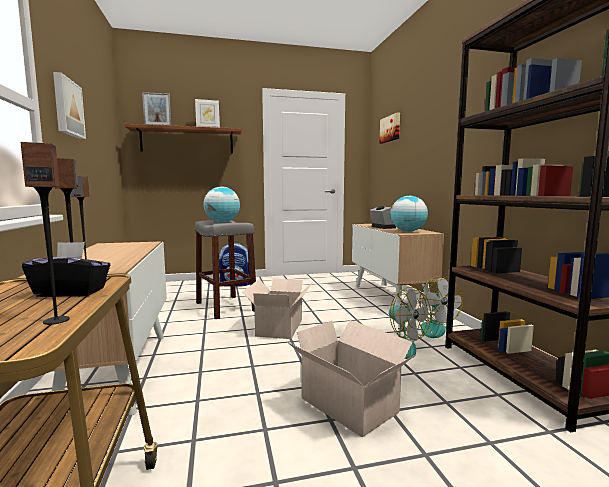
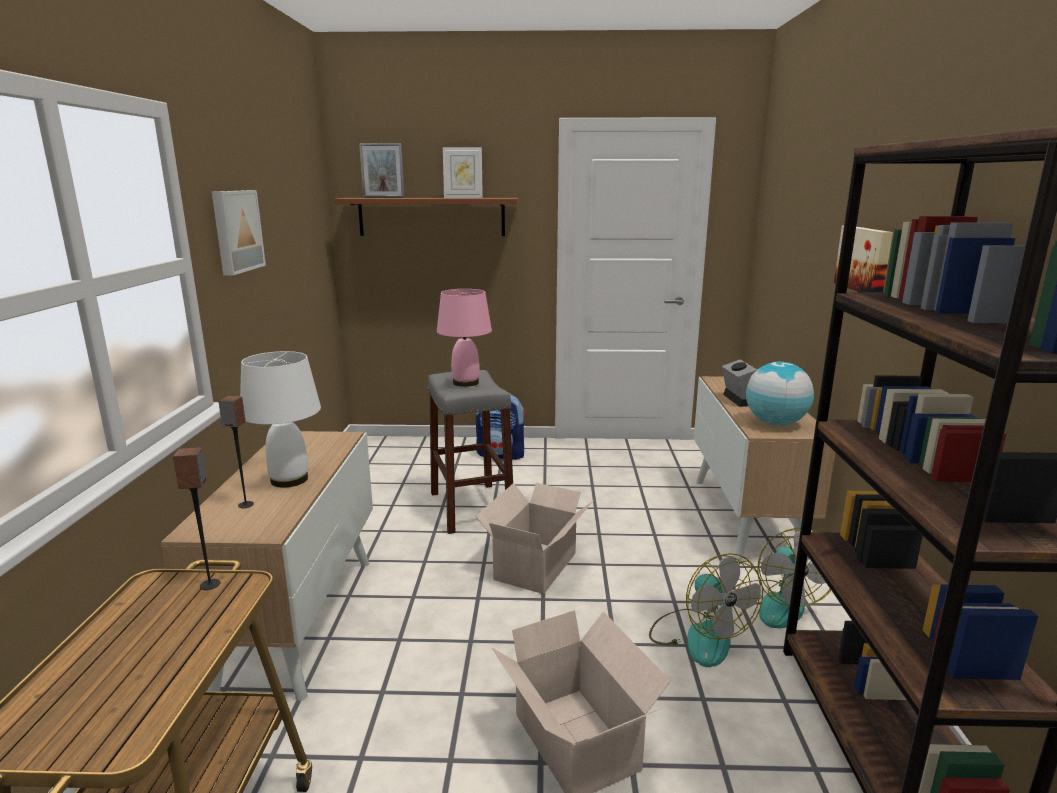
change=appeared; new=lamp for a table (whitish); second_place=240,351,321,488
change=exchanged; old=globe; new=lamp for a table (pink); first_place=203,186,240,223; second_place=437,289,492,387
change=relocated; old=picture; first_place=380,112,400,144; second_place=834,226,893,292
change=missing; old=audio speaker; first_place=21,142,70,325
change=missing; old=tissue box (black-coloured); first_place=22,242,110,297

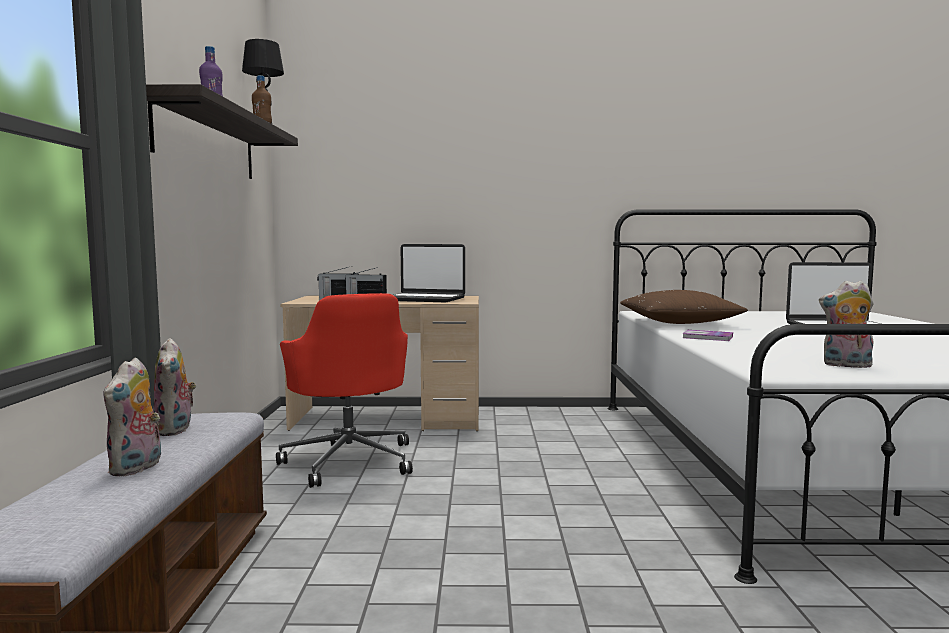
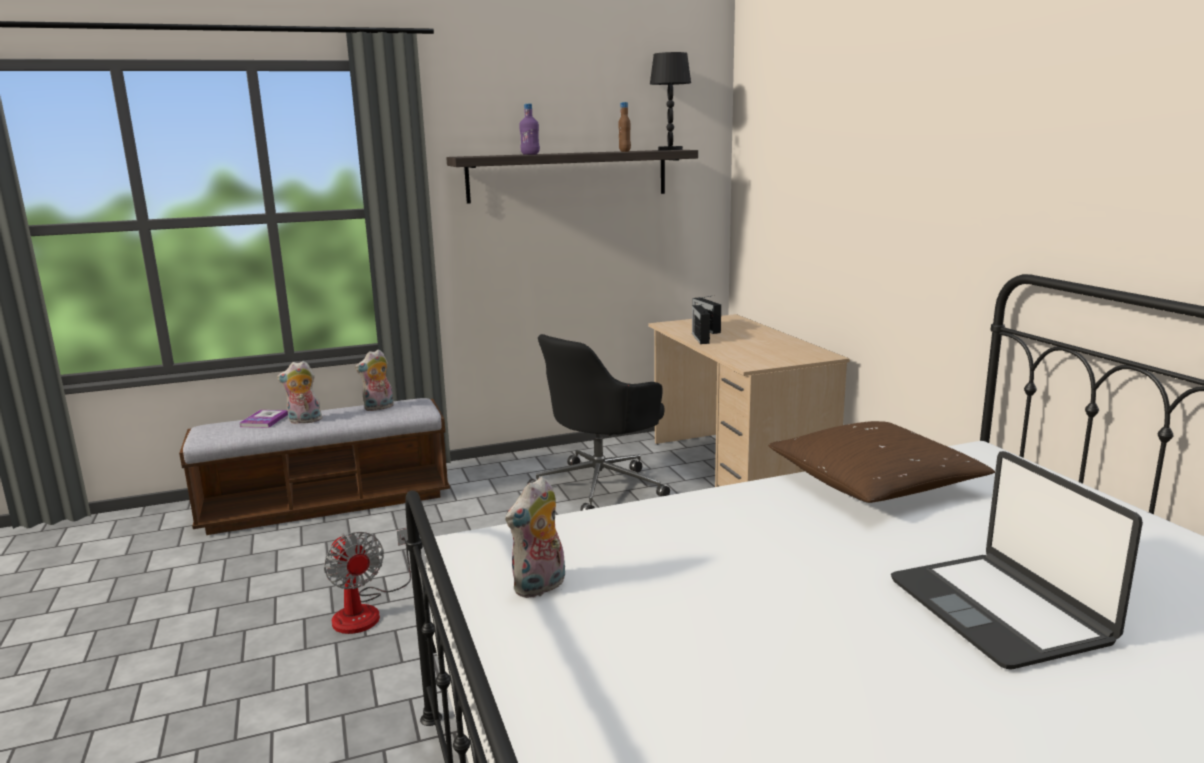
change=relocated; old=bound book; first_place=682,330,733,341; second_place=240,410,288,428
change=appeared; new=fan; second_place=324,528,411,634
change=spun; old=plush toy; first_place=819,281,874,369; second_place=505,477,565,598; degrees=-135
change=colour; old=office chair (reddish); new=office chair (black-coloured); first_place=276,293,413,488; second_place=527,334,670,511
change=missing; old=notebook computer; first_place=394,244,465,303

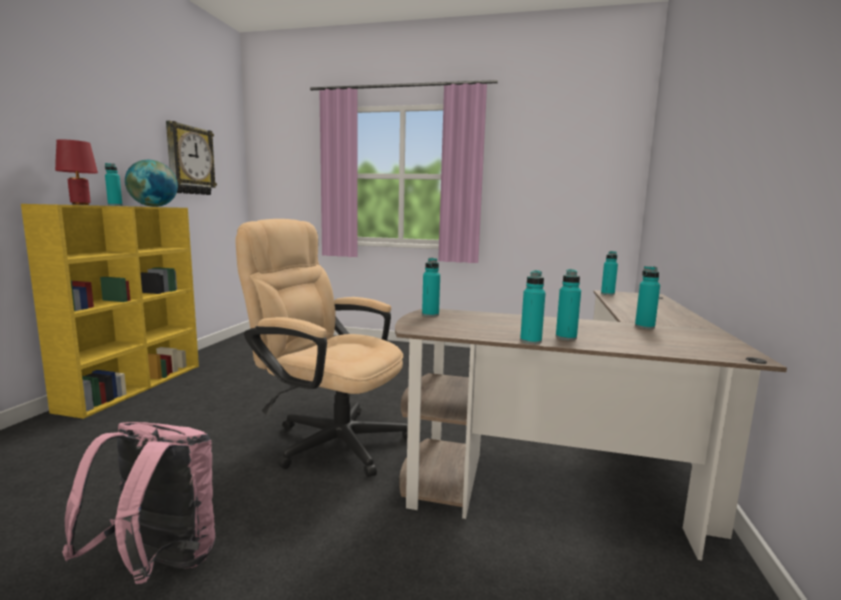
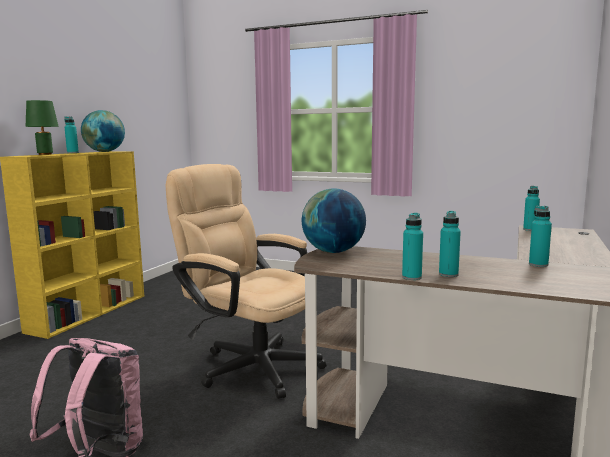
change=colour; old=lamp for a table (reddish); new=lamp for a table (greenish); first_place=55,139,98,205; second_place=26,100,59,155
change=exchanged; old=bottle (blue-green); new=globe; first_place=422,258,440,317; second_place=302,188,366,253
change=missing; old=hanging clock; first_place=166,121,217,195

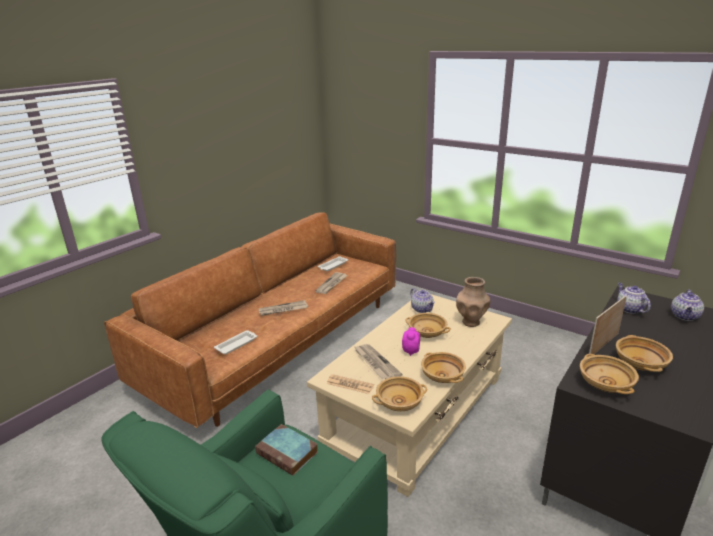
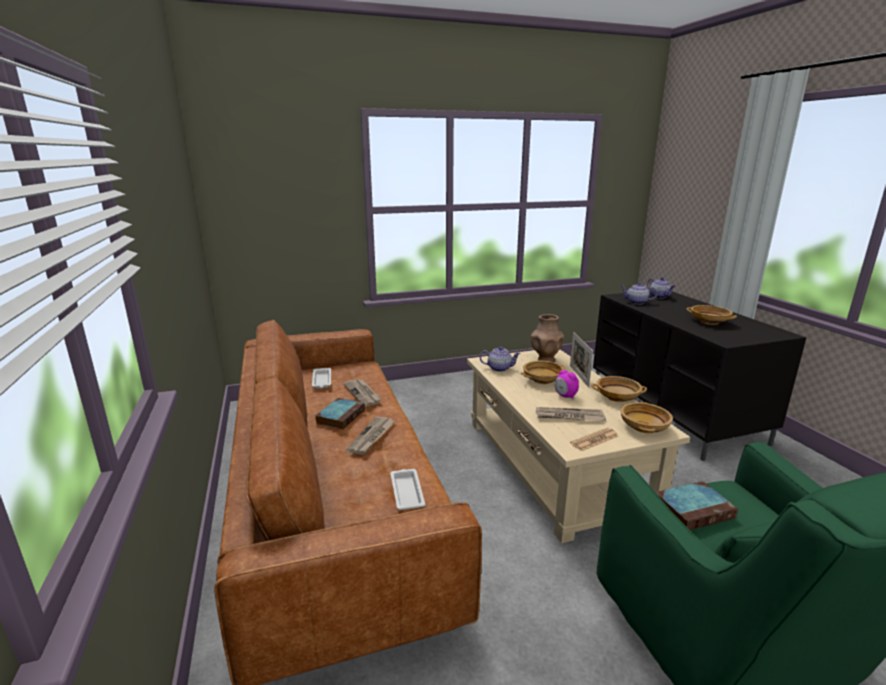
change=appeared; new=bound book; second_place=315,398,365,429
change=relocated; old=standing frame; first_place=589,295,627,354; second_place=570,332,593,387
change=missing; old=bowl (beige); first_place=580,354,639,394

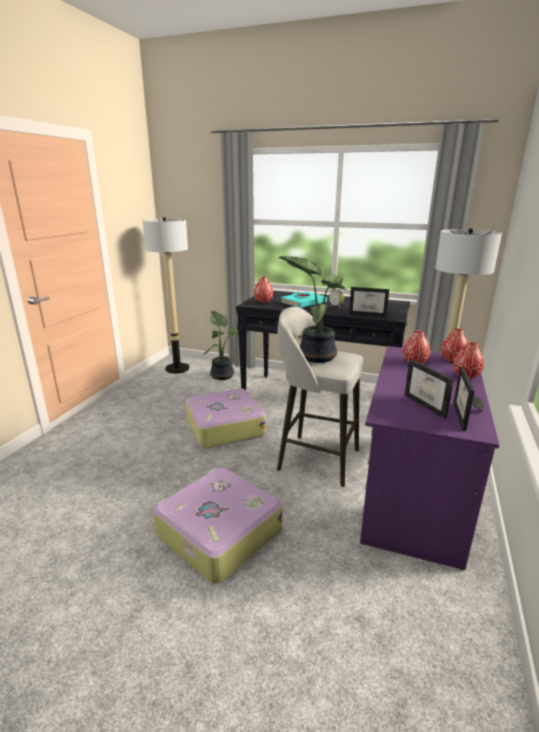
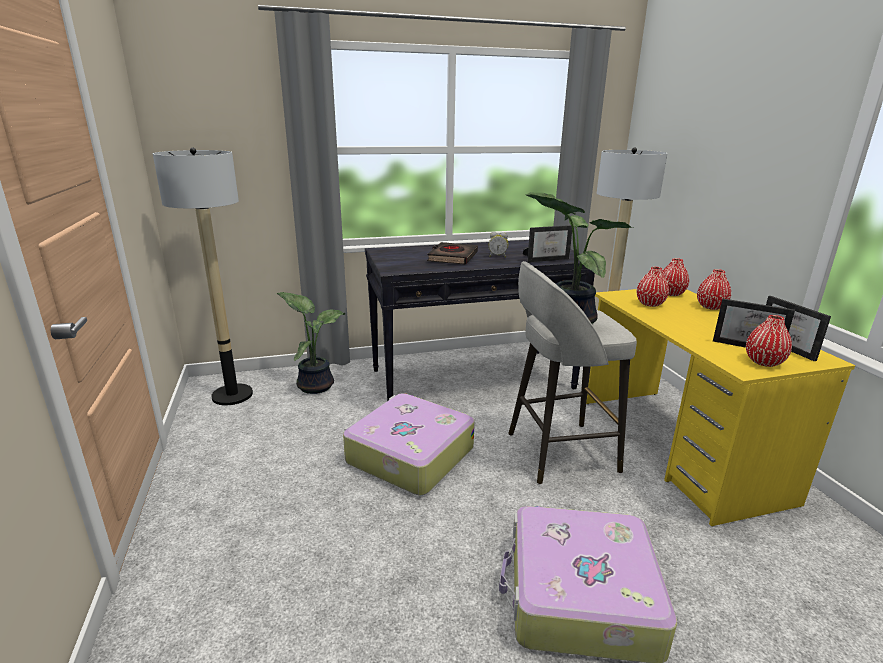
change=colour; old=bound book (blue-green); new=bound book (black-coloured); first_place=281,292,327,308; second_place=427,242,478,264
change=colour; old=desk unit (purplish); new=desk unit (yellowish); first_place=360,346,499,570; second_place=586,289,855,526
change=relocated; old=decorative vase (reddish); first_place=254,276,273,303; second_place=746,315,792,367

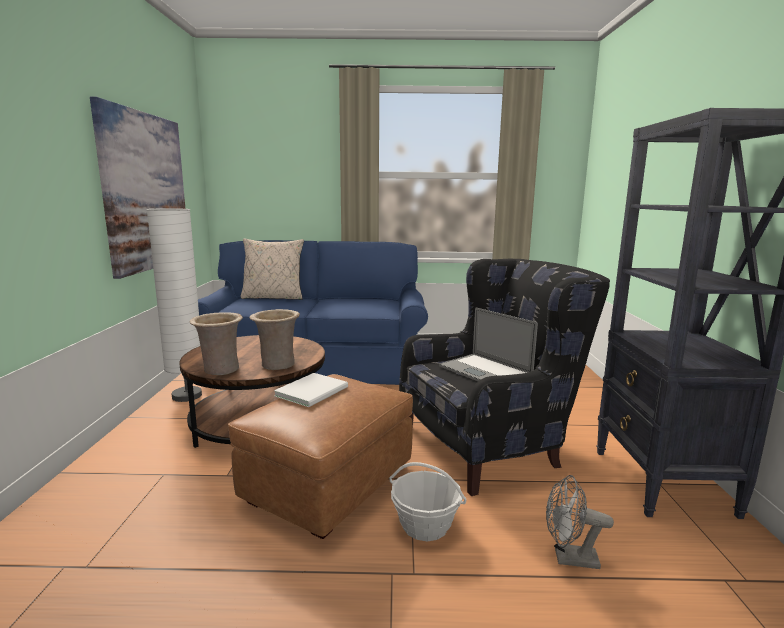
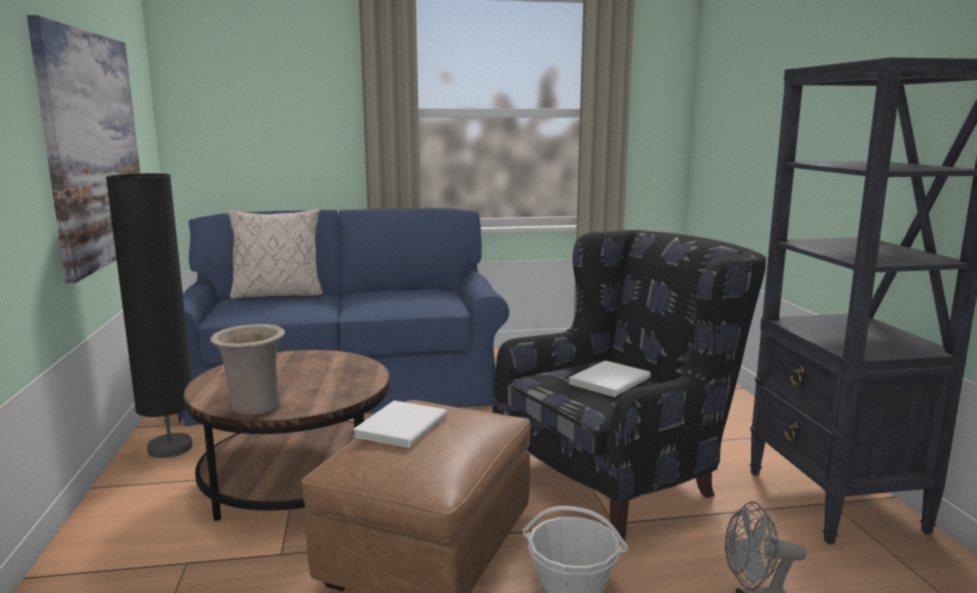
change=colour; old=standing lamp (whitish); new=standing lamp (black-coloured); first_place=147,208,202,402; second_place=106,173,192,458
change=exchanged; old=notebook computer; new=bound book (whitish); first_place=439,308,538,381; second_place=569,360,651,397
change=missing; old=decorative vase (beige); first_place=250,309,300,370

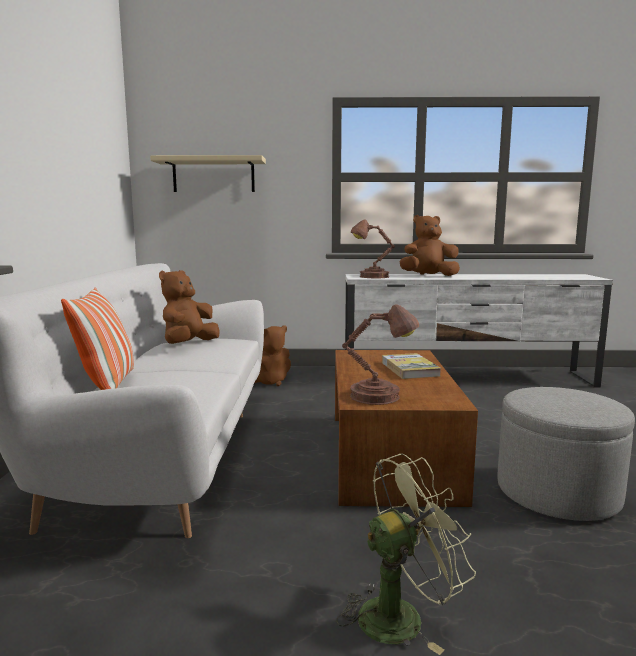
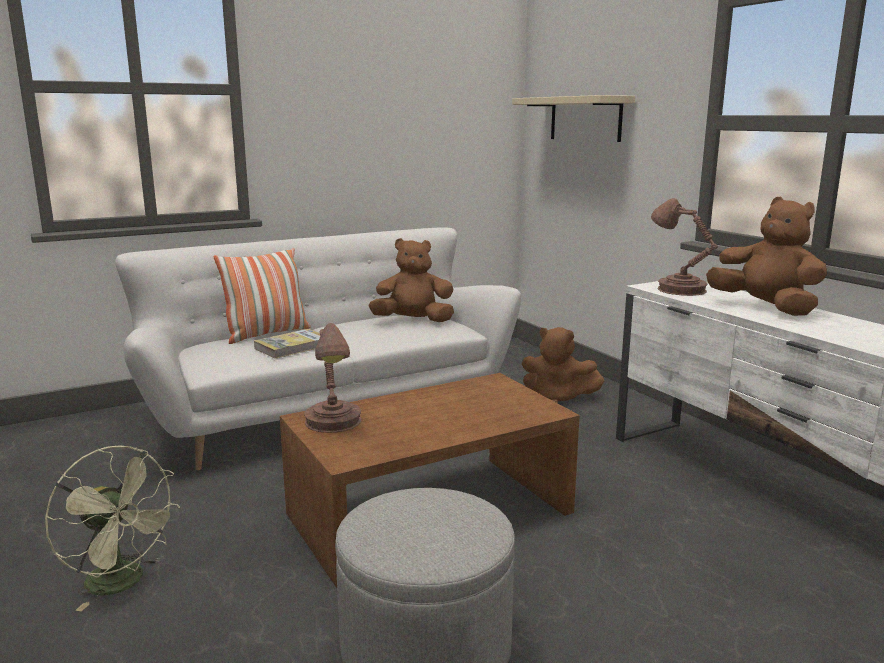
change=relocated; old=bound book; first_place=382,353,441,379; second_place=254,329,321,359

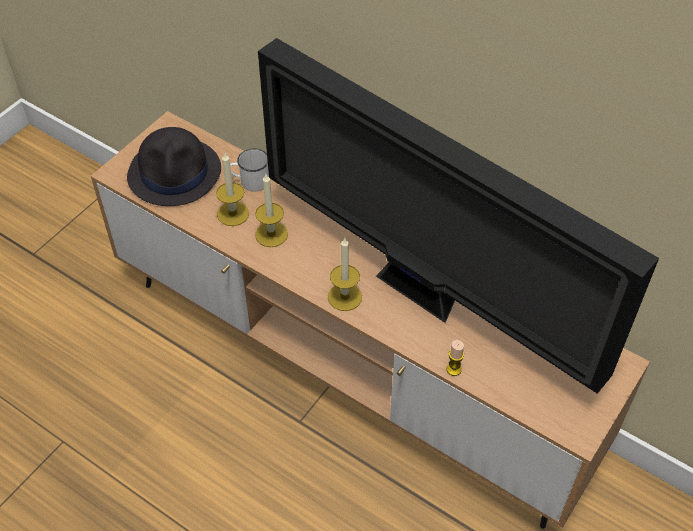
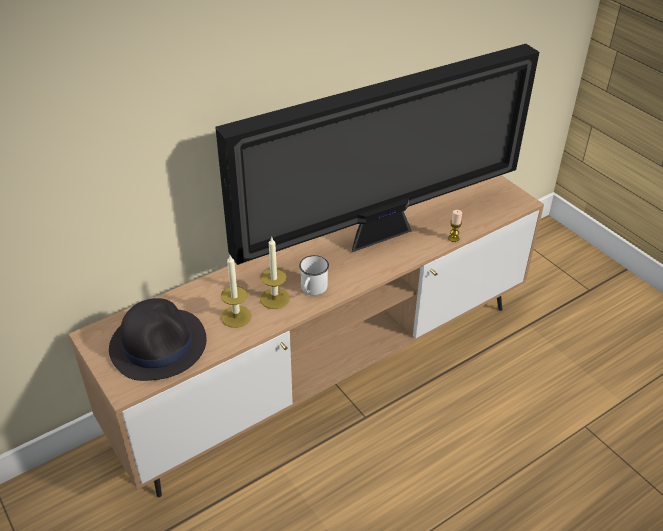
change=relocated; old=coffee mug (whitish); first_place=230,149,269,191; second_place=299,255,329,295
change=missing; old=wax light; first_place=328,238,362,311

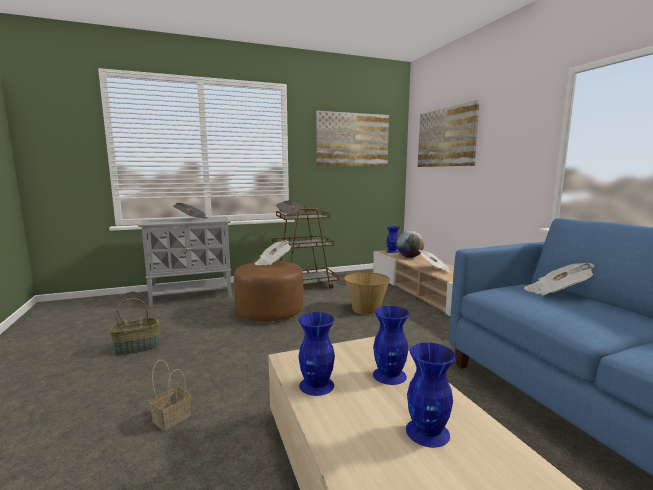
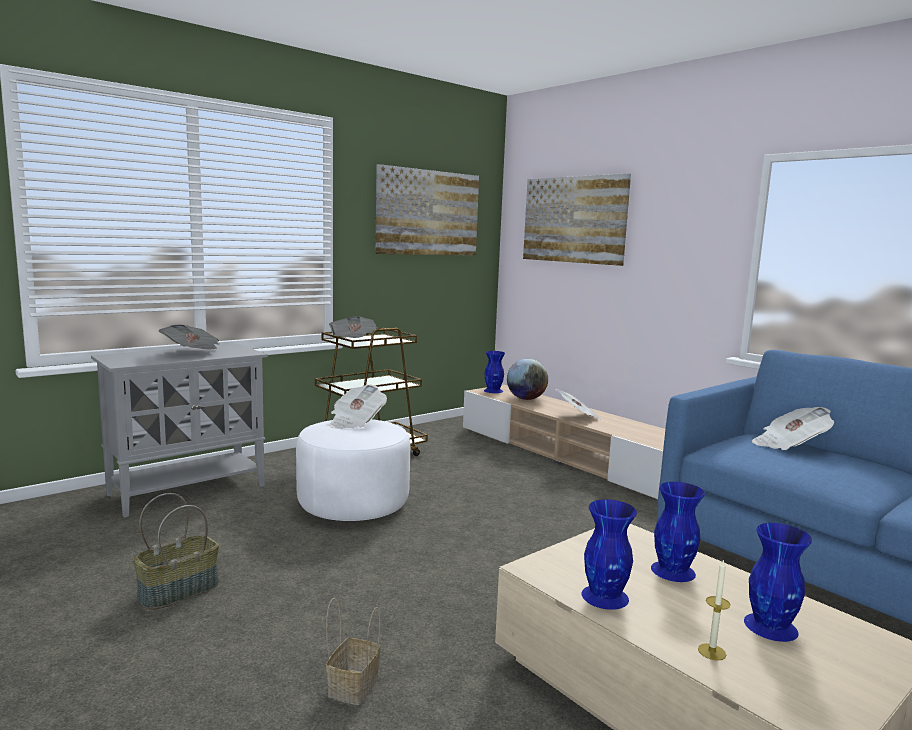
change=colour; old=footrest (brownish); new=footrest (whitish); first_place=234,261,304,321; second_place=296,419,410,521
change=appeared; new=wax light; second_place=698,559,731,661
change=missing; old=household basket; first_place=344,272,390,315

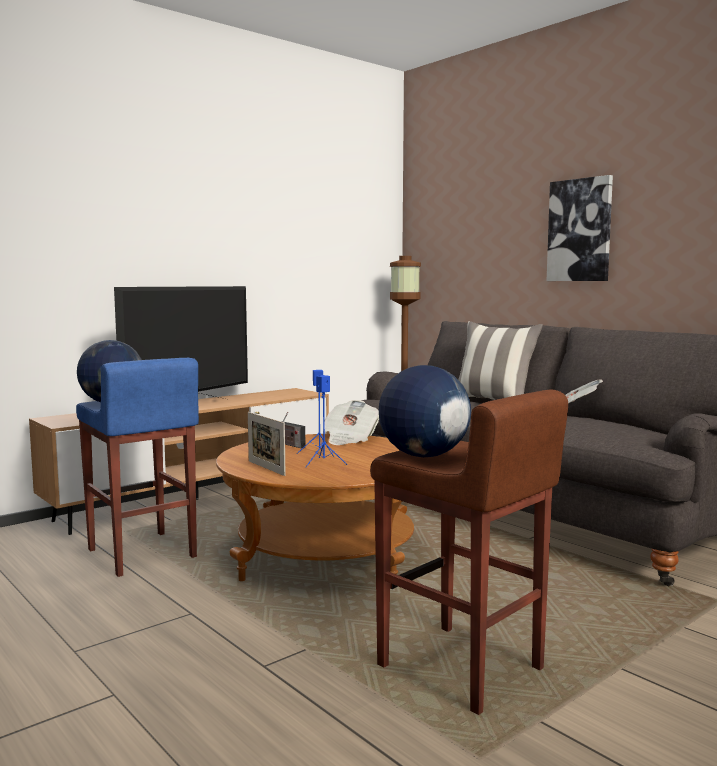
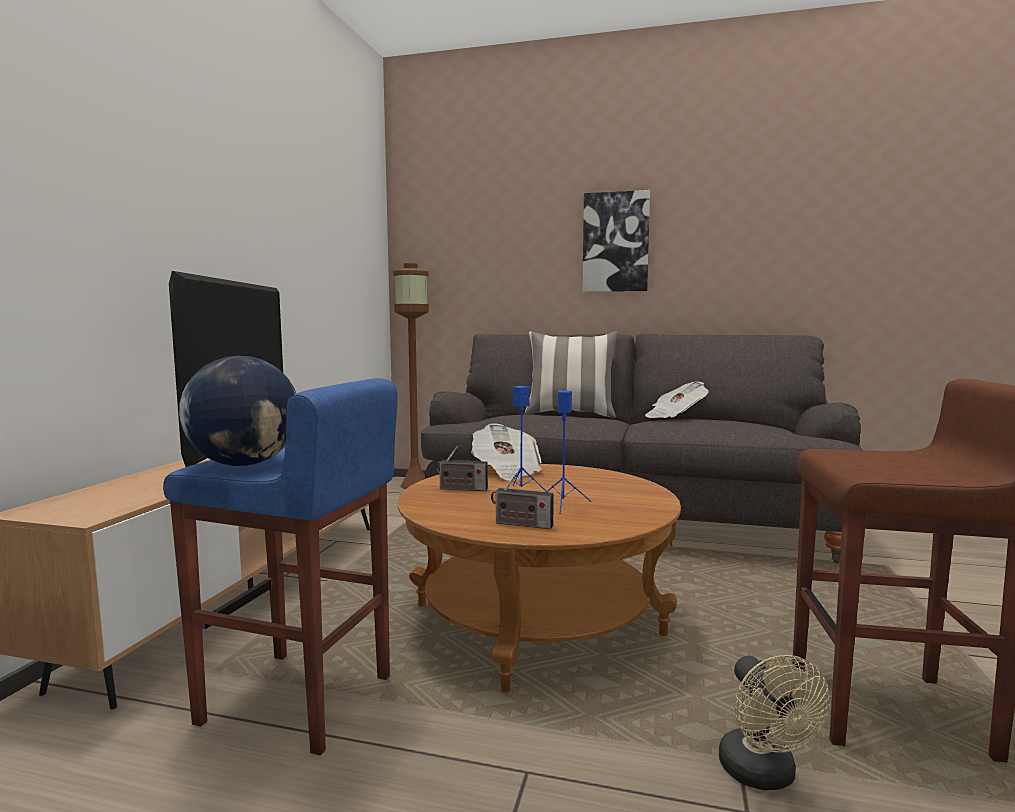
change=exchanged; old=standing frame; new=radio receiver; first_place=248,412,286,476; second_place=491,473,554,529
change=appeared; new=fan (beige); second_place=719,655,830,790
change=missing; old=globe; first_place=379,365,471,457

